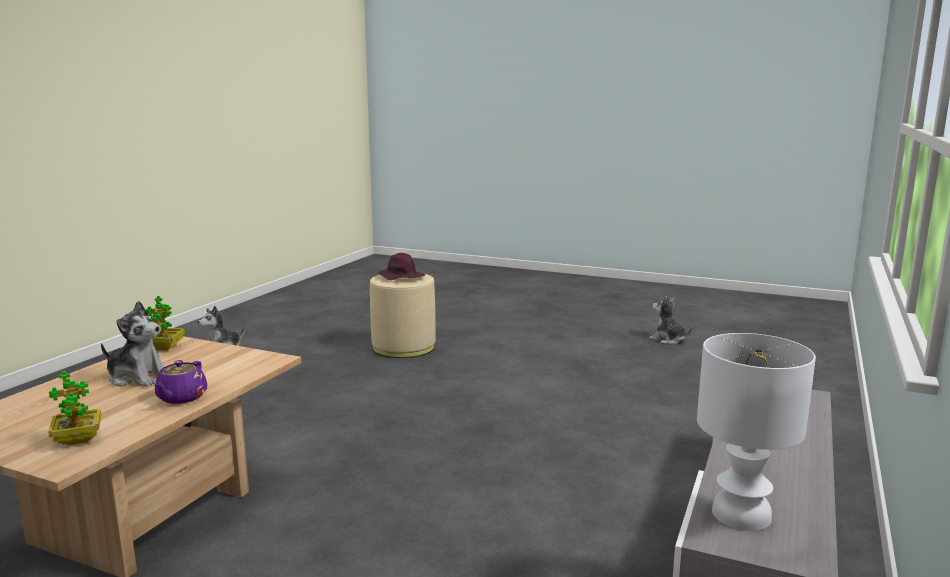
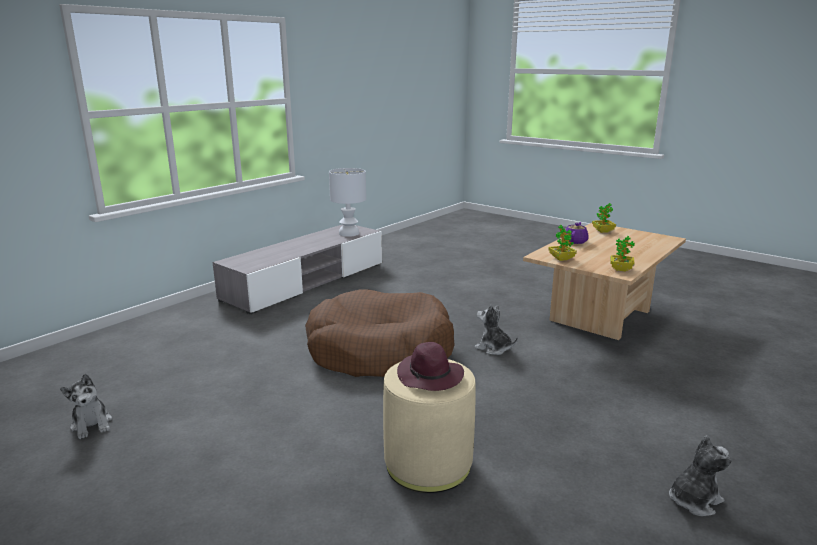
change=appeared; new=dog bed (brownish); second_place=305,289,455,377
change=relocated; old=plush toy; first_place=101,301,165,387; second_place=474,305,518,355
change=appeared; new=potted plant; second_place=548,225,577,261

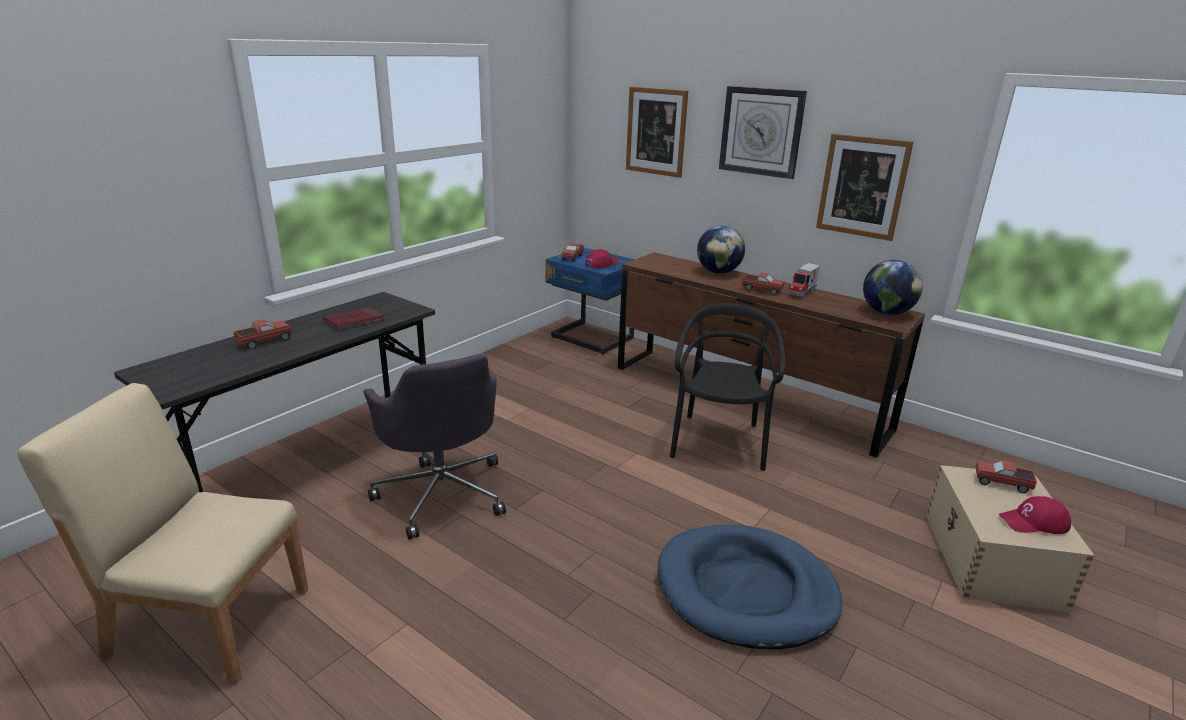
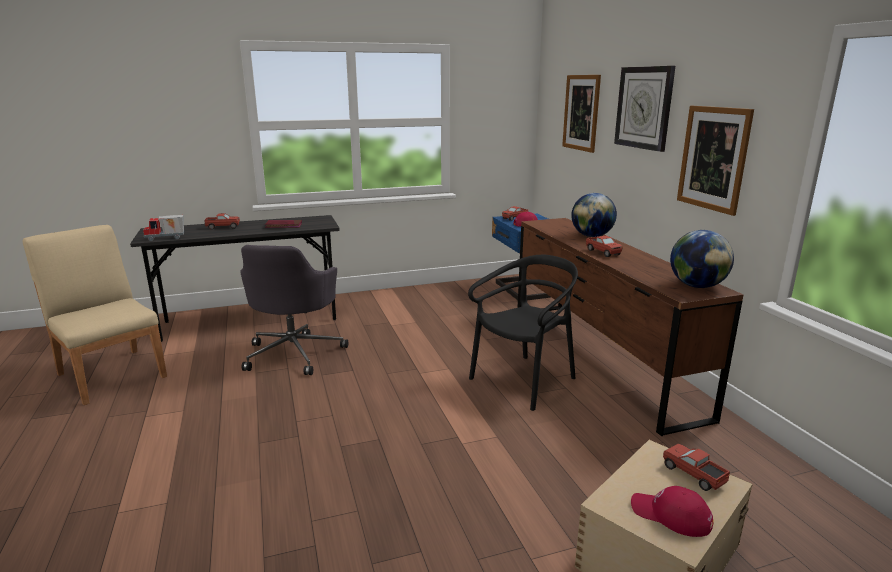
change=relocated; old=toy truck; first_place=788,263,820,299; second_place=143,215,184,241
change=missing; old=dog bed (bluish); first_place=658,525,842,649

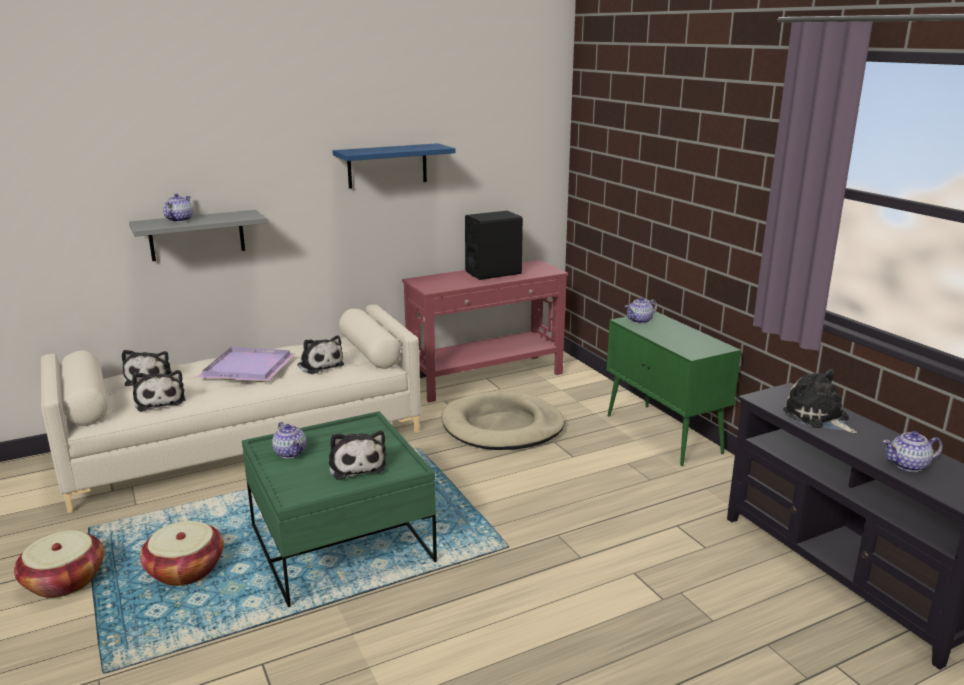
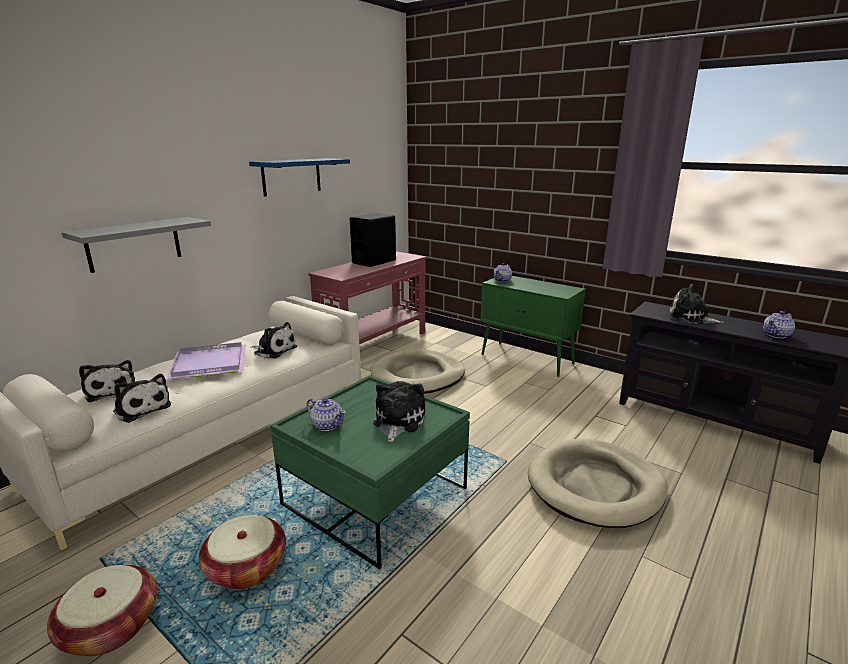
change=spun; old=plush toy; first_place=329,431,387,480; second_place=373,381,425,442; degrees=-120
change=appeared; new=dog bed (beige); second_place=528,438,668,528
change=missing; old=pot for tea; first_place=163,194,193,222

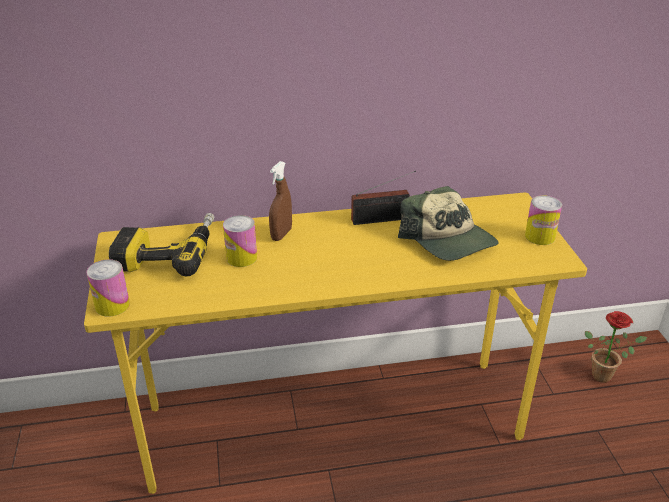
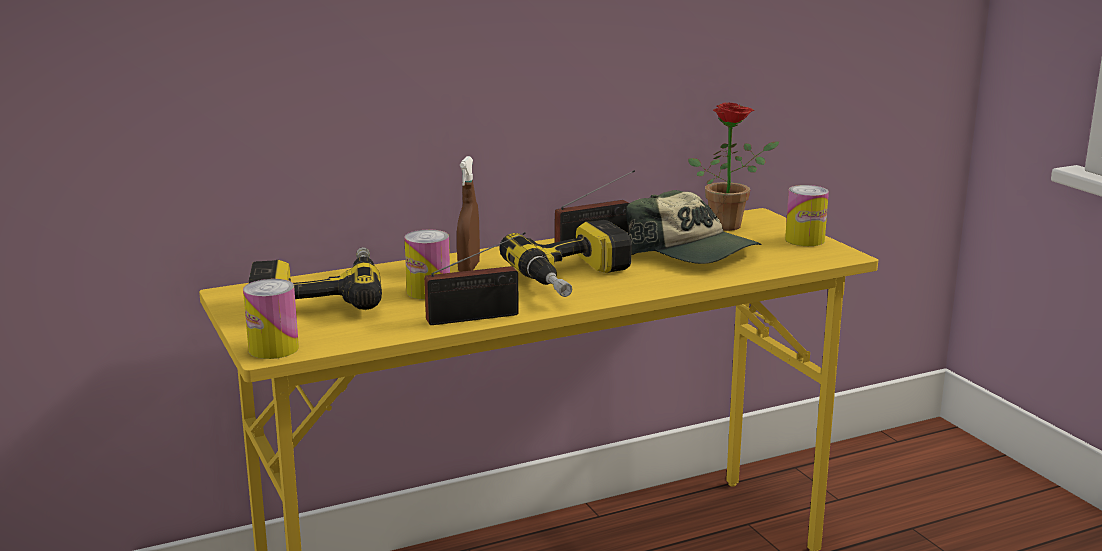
change=appeared; new=radio receiver; second_place=424,232,526,325
change=appeared; new=drill; second_place=499,220,632,297
change=relocated; old=potted plant; first_place=585,311,647,383; second_place=688,102,779,231

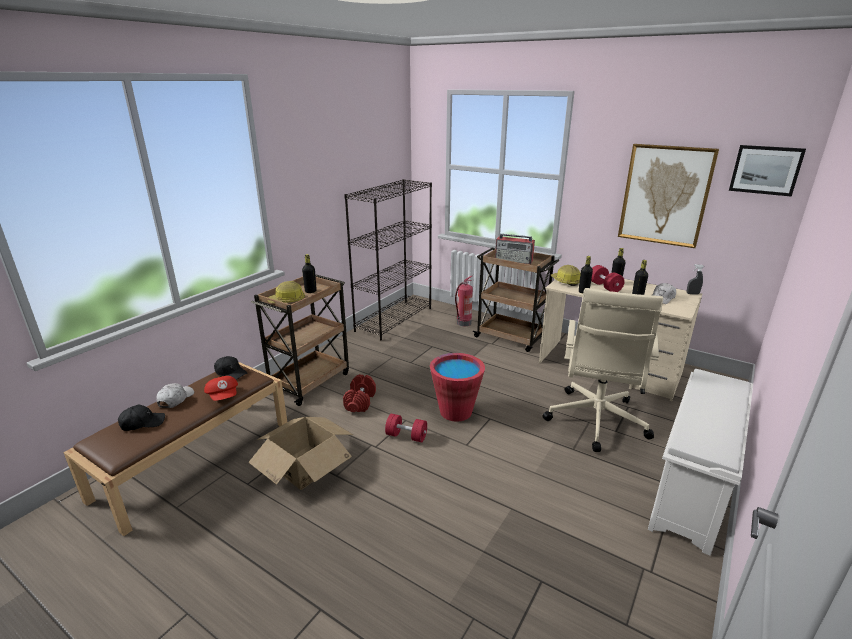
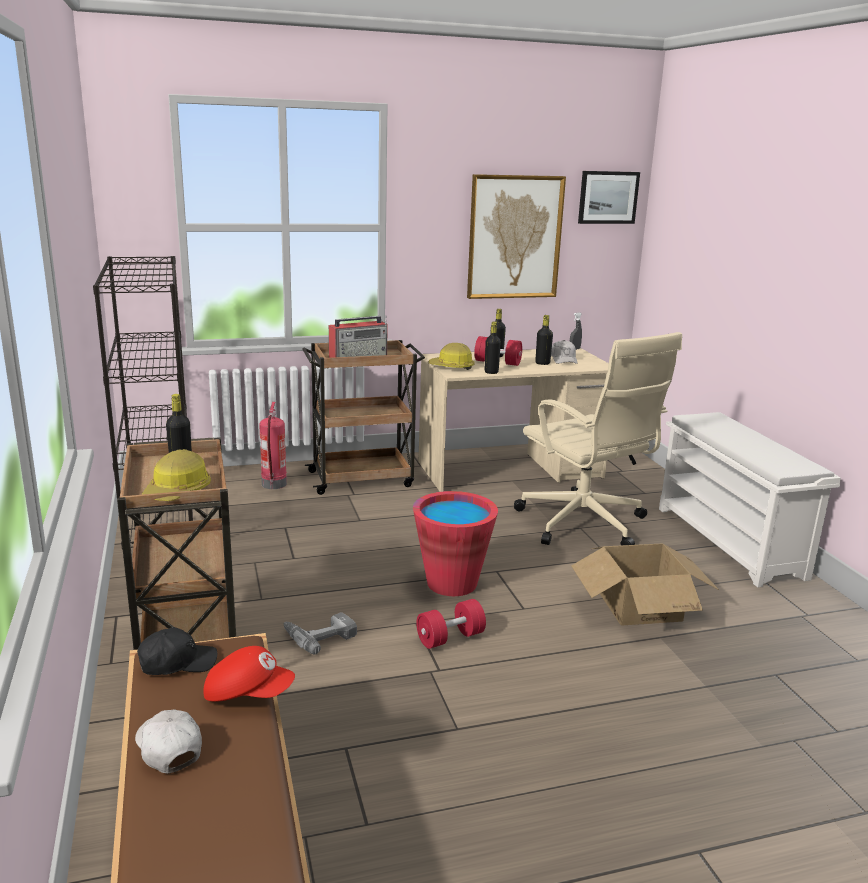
change=exchanged; old=free weight (reddish); new=drill; first_place=343,374,376,412; second_place=284,612,357,655
change=relocated; old=carton; first_place=248,417,353,490; second_place=571,544,719,626
change=missing; old=peaked cap (black-coloured); first_place=118,405,165,431

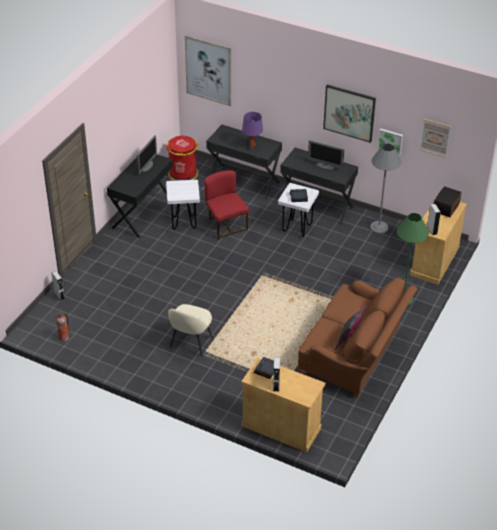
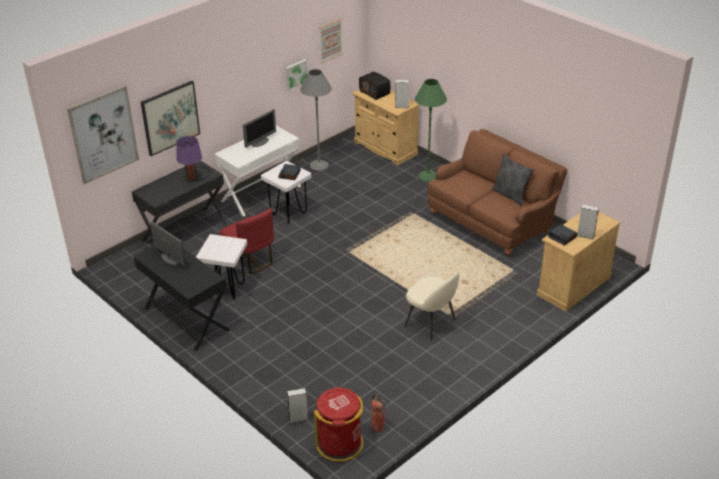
change=relocated; old=picture; first_place=323,84,376,143; second_place=141,81,200,156
change=colour; old=desk unit (black-coloured); new=desk unit (whitish); first_place=280,148,358,225; second_place=214,126,301,217
change=spun; old=chair (reddish); first_place=205,170,249,239; second_place=220,208,274,274; degrees=-120
change=relocated; old=trash can (reddish); first_place=166,136,198,181; second_place=314,388,364,462

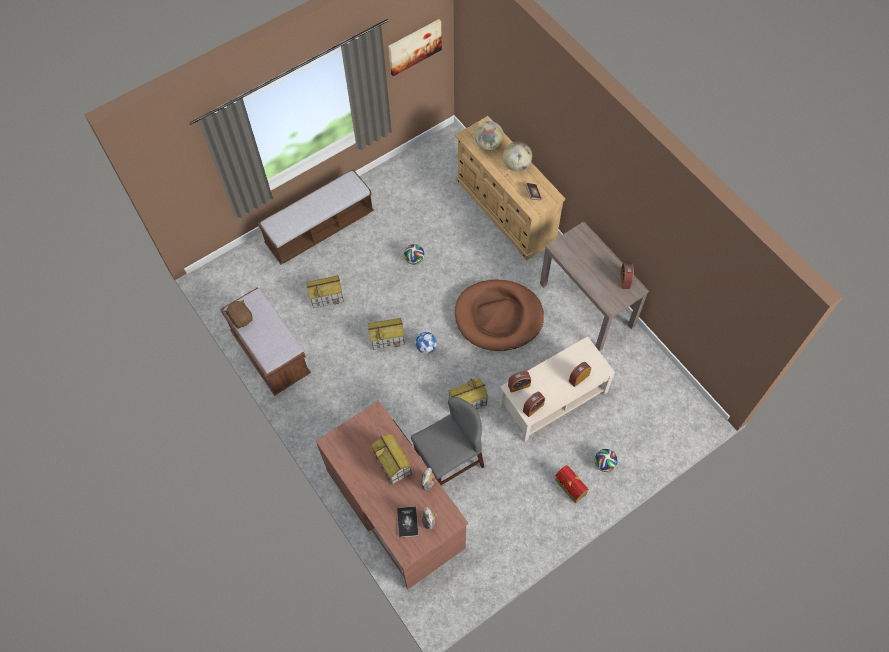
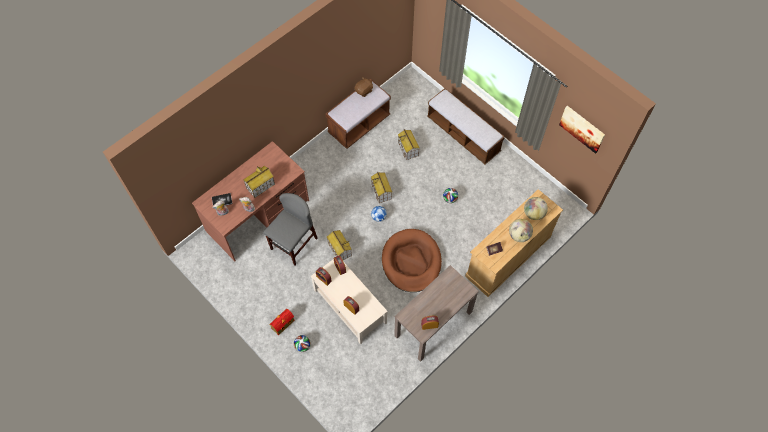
change=spun; old=chair (grey); first_place=411,397,484,485; second_place=263,193,318,265; degrees=-105

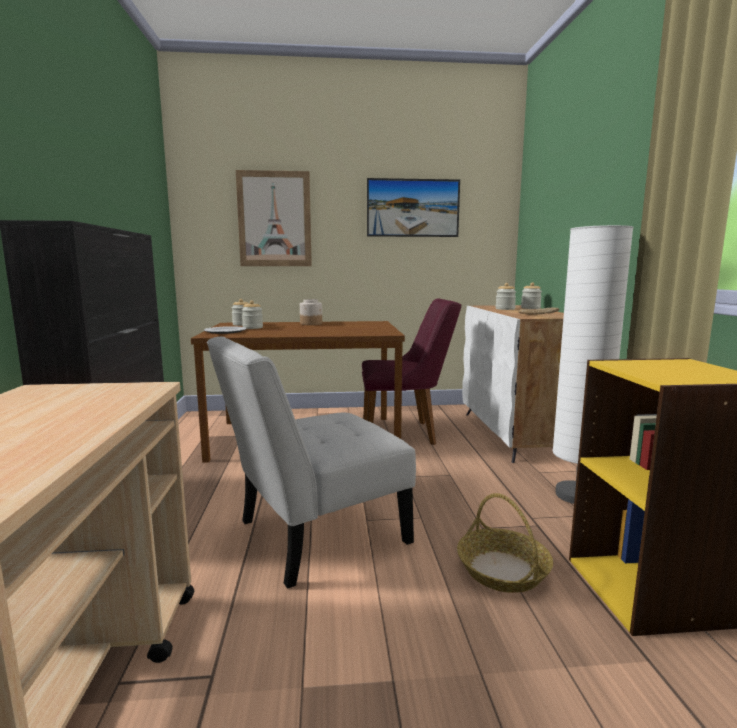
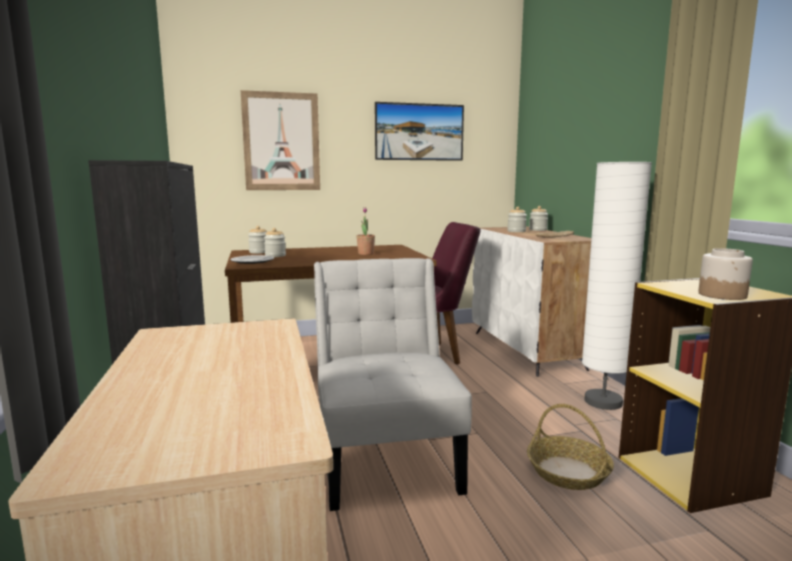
change=spun; old=chair (whitish); first_place=207,337,416,589; second_place=314,258,472,511; degrees=120
change=appeared; new=potted plant; second_place=357,207,375,255
change=relocated; old=preserve jar; first_place=300,299,322,325; second_place=698,248,753,300

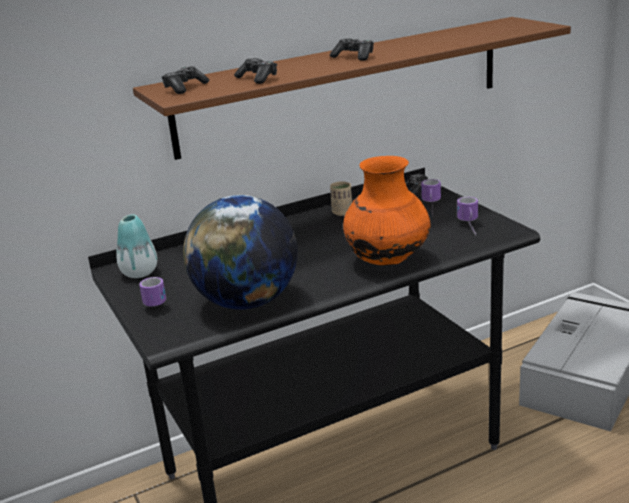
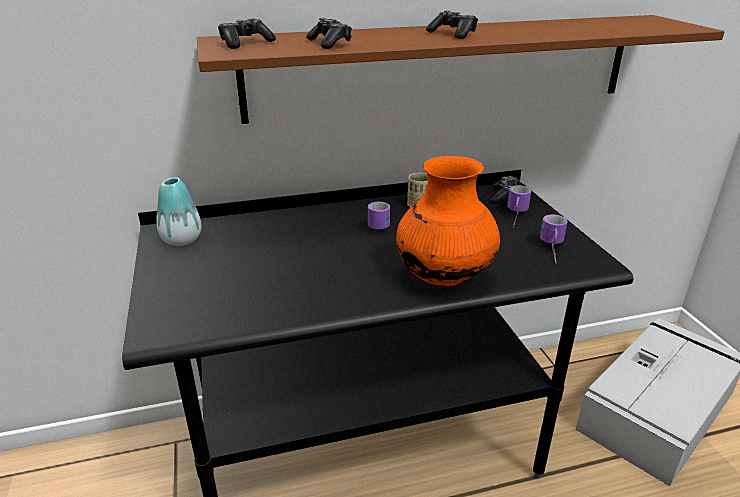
change=relocated; old=coffee mug; first_place=139,277,166,307; second_place=368,202,390,229
change=missing; old=globe; first_place=183,195,298,310

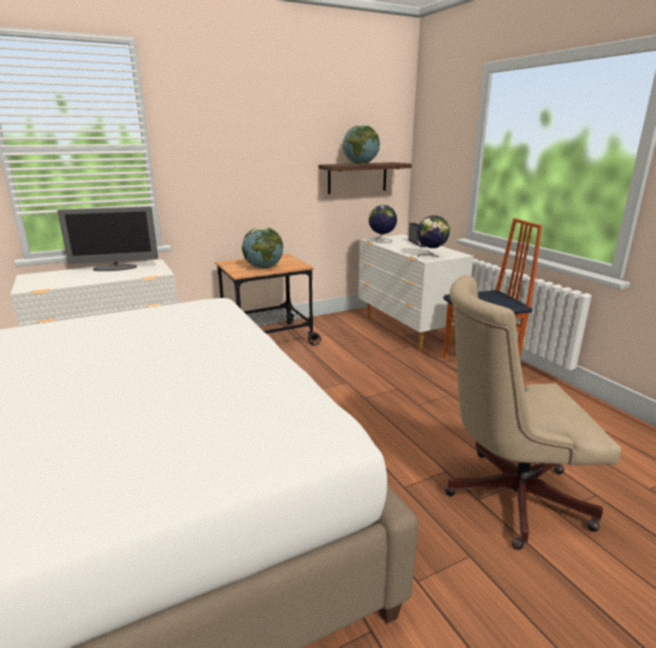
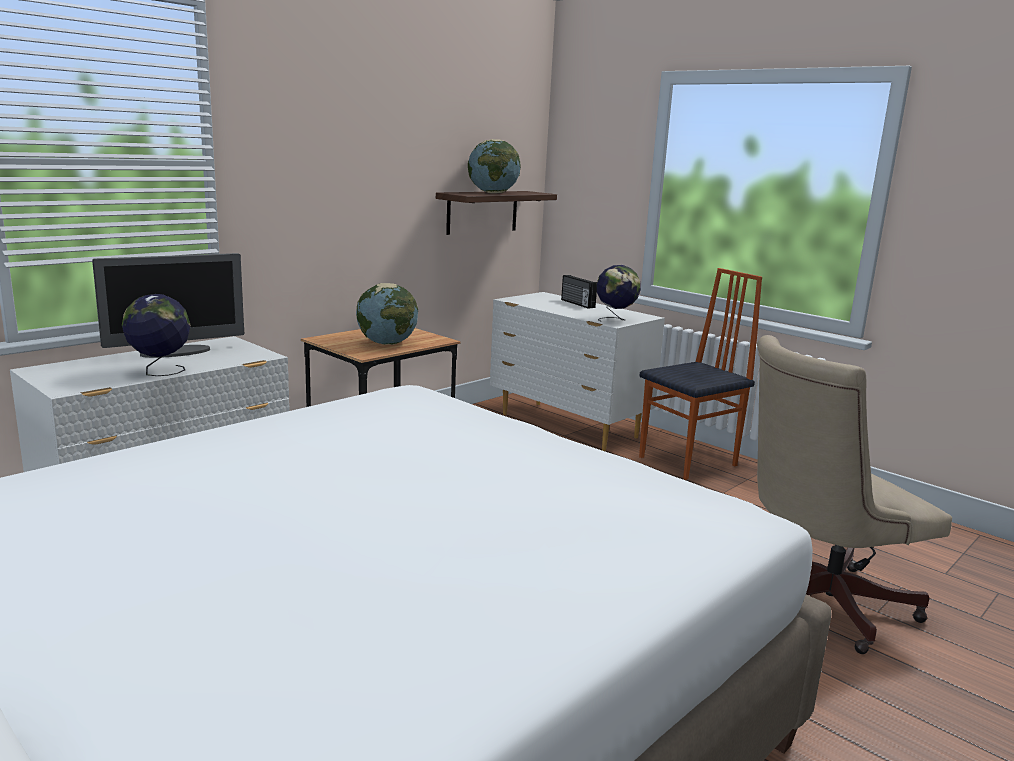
change=relocated; old=globe; first_place=369,205,397,243; second_place=122,294,191,376

